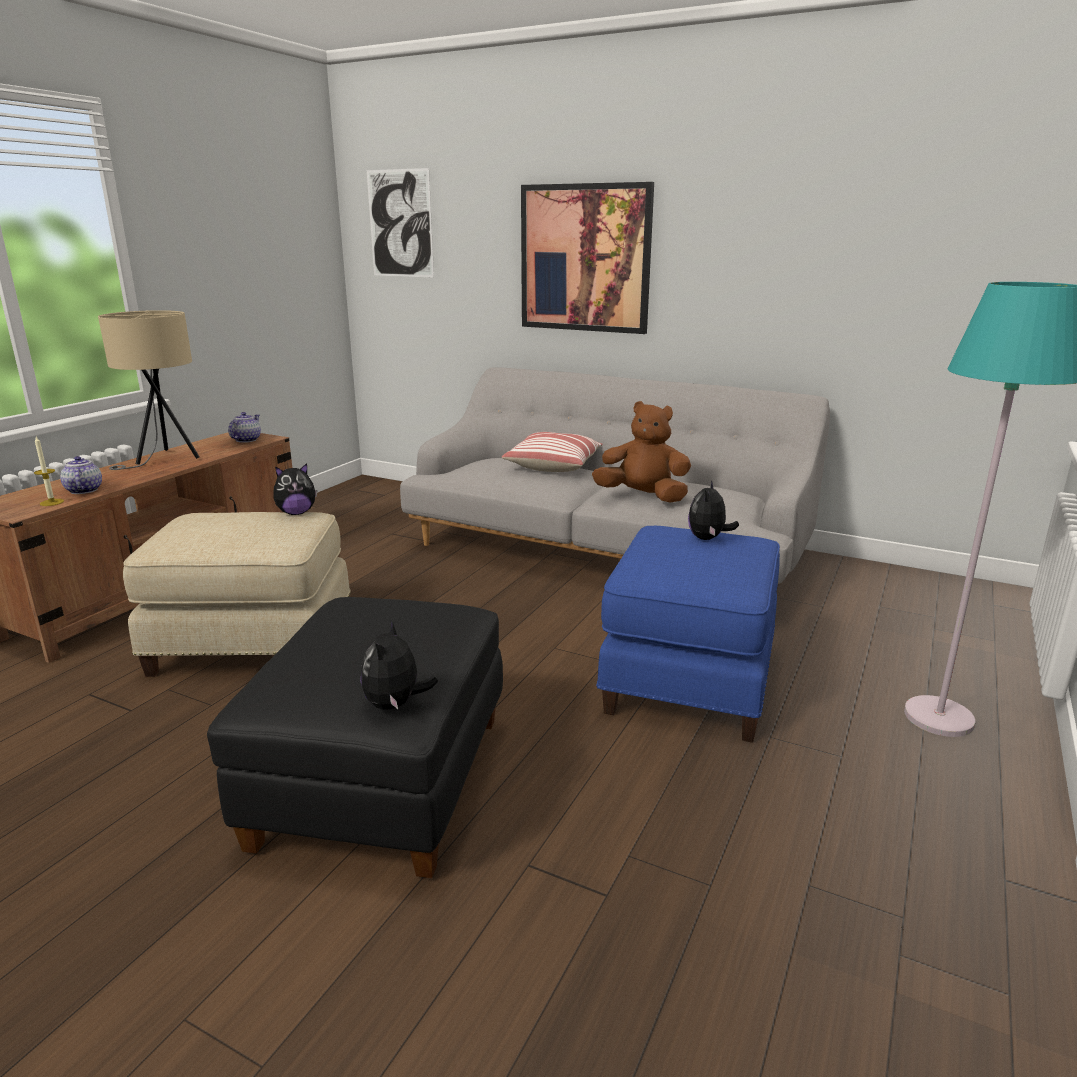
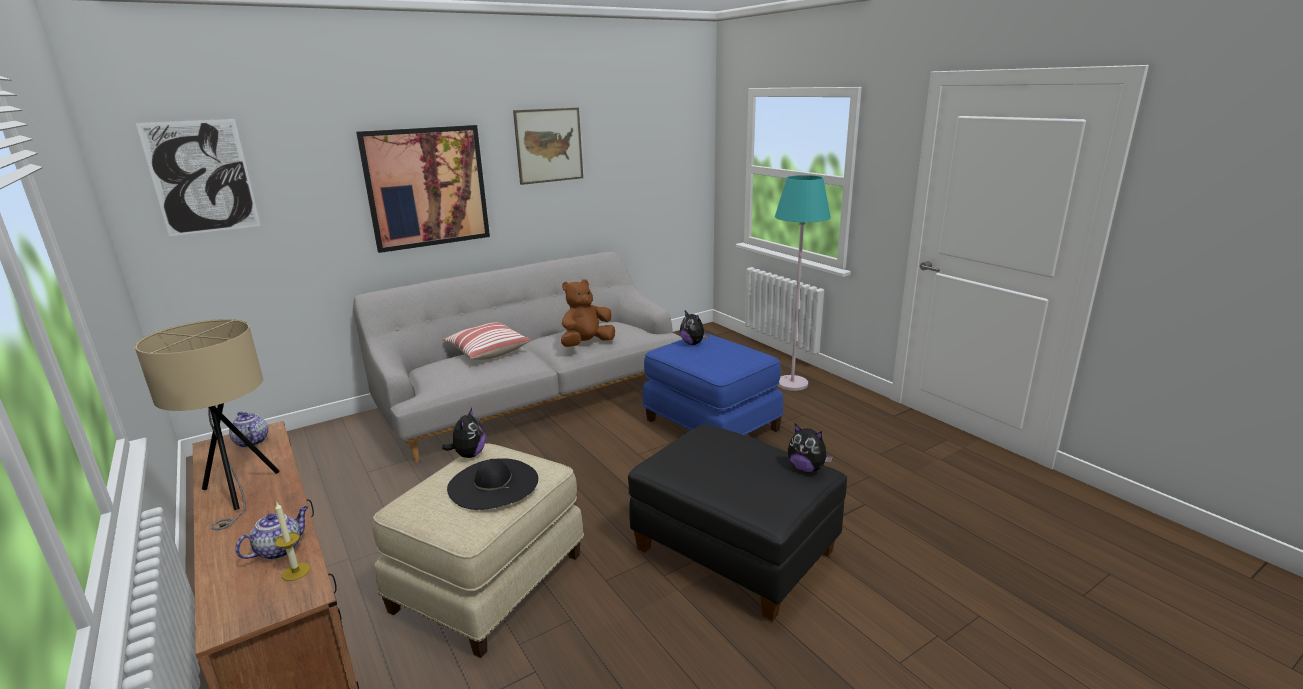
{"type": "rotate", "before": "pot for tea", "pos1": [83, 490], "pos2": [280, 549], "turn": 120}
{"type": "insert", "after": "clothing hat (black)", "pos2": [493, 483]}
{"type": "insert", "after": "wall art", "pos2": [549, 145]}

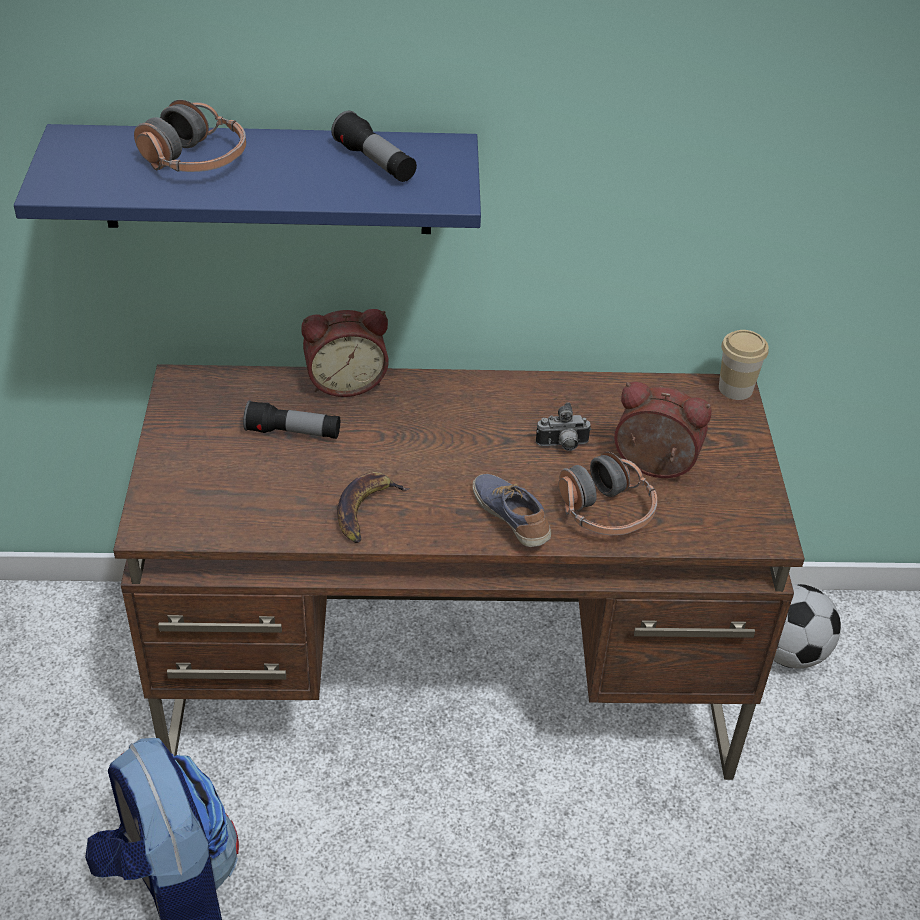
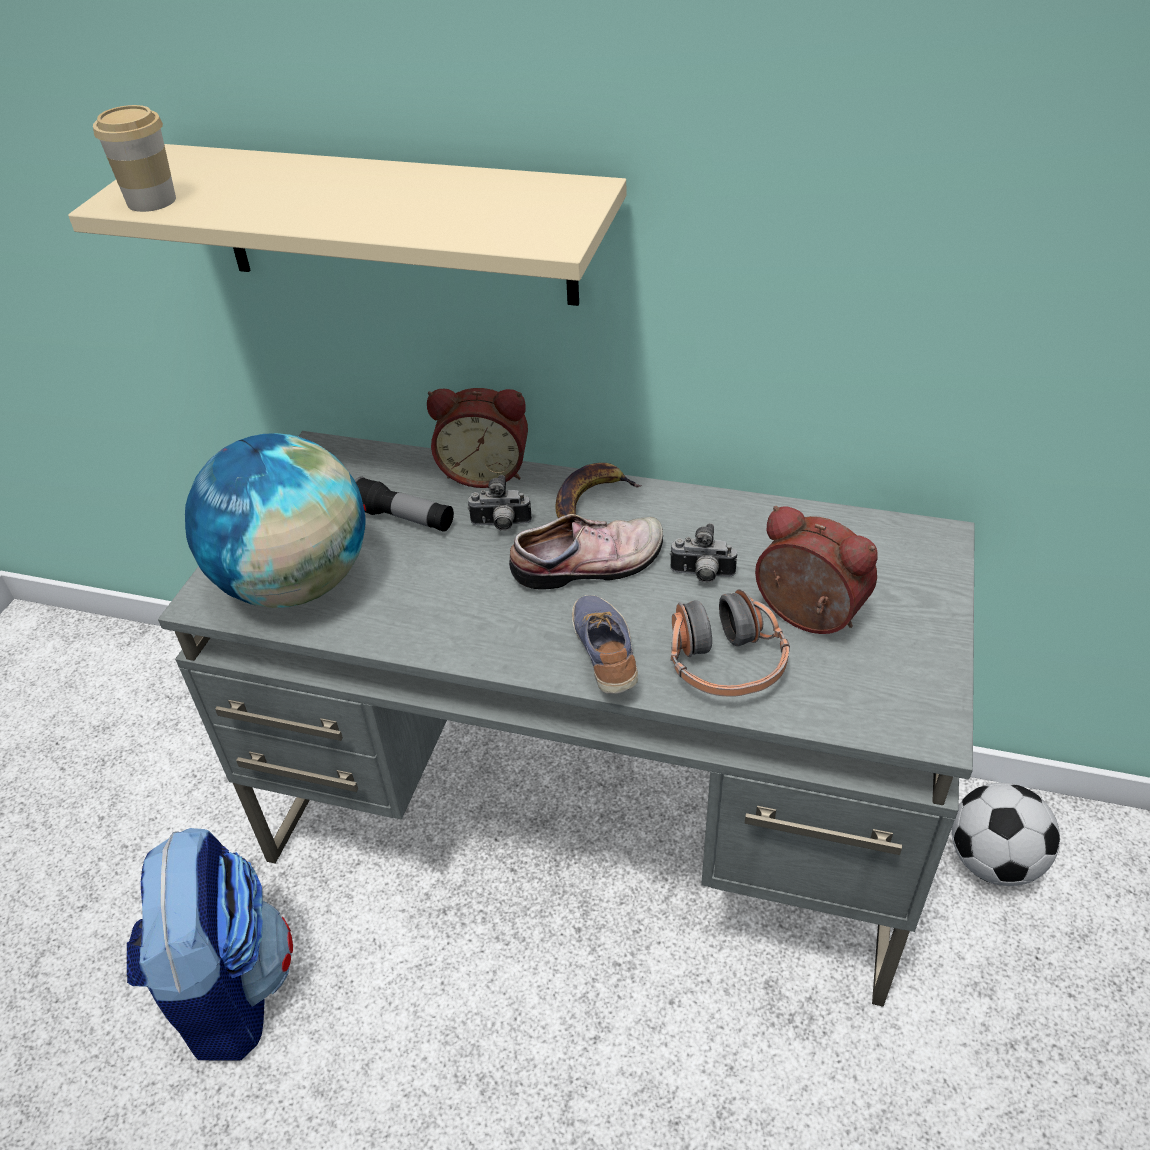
{"type": "recolor", "before": "bracket shelf (blue)", "after": "bracket shelf (beige)", "pos1": [267, 180], "pos2": [394, 225]}
{"type": "recolor", "before": "desk table (brown)", "after": "desk table (greyish)", "pos1": [452, 682], "pos2": [592, 819]}
{"type": "delete", "before": "pair of headphones", "pos1": [194, 161]}
{"type": "delete", "before": "torch", "pos1": [375, 162]}
{"type": "move", "before": "banana", "pos1": [366, 510], "pos2": [590, 500]}
{"type": "move", "before": "small cup", "pos1": [735, 388], "pos2": [151, 201]}
{"type": "insert", "after": "globe", "pos2": [295, 583]}
{"type": "insert", "after": "still camera", "pos2": [501, 525]}
{"type": "insert", "after": "item of footwear", "pos2": [590, 565]}

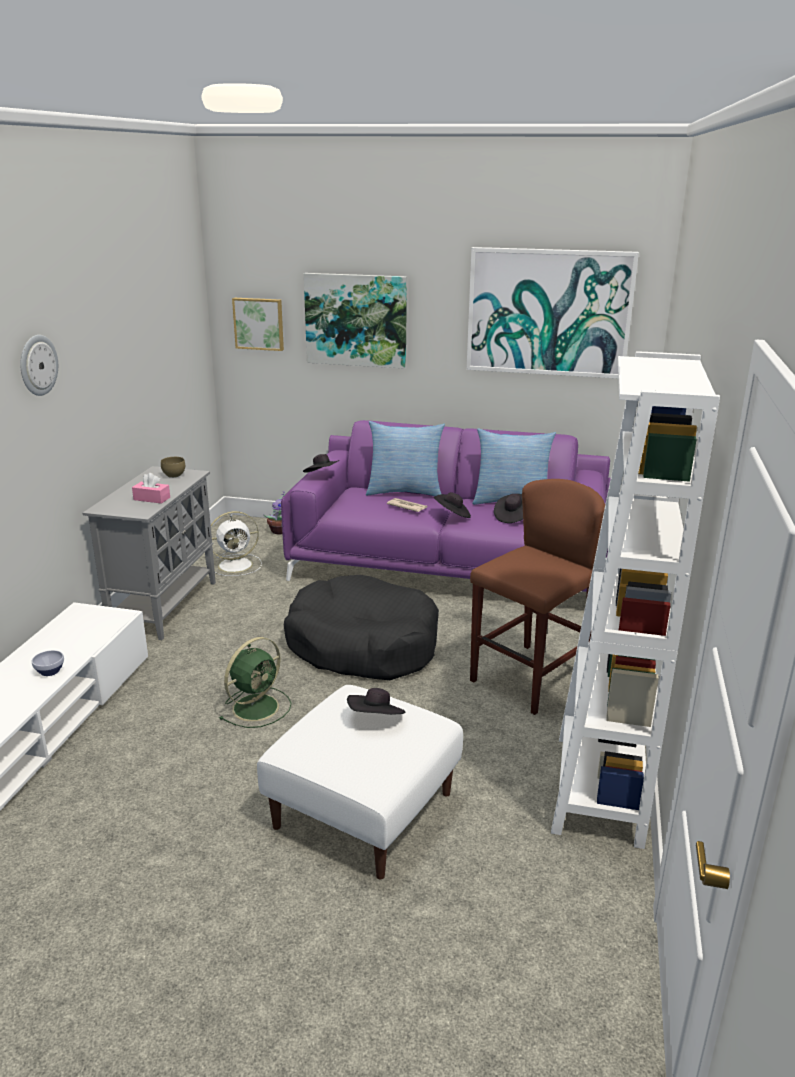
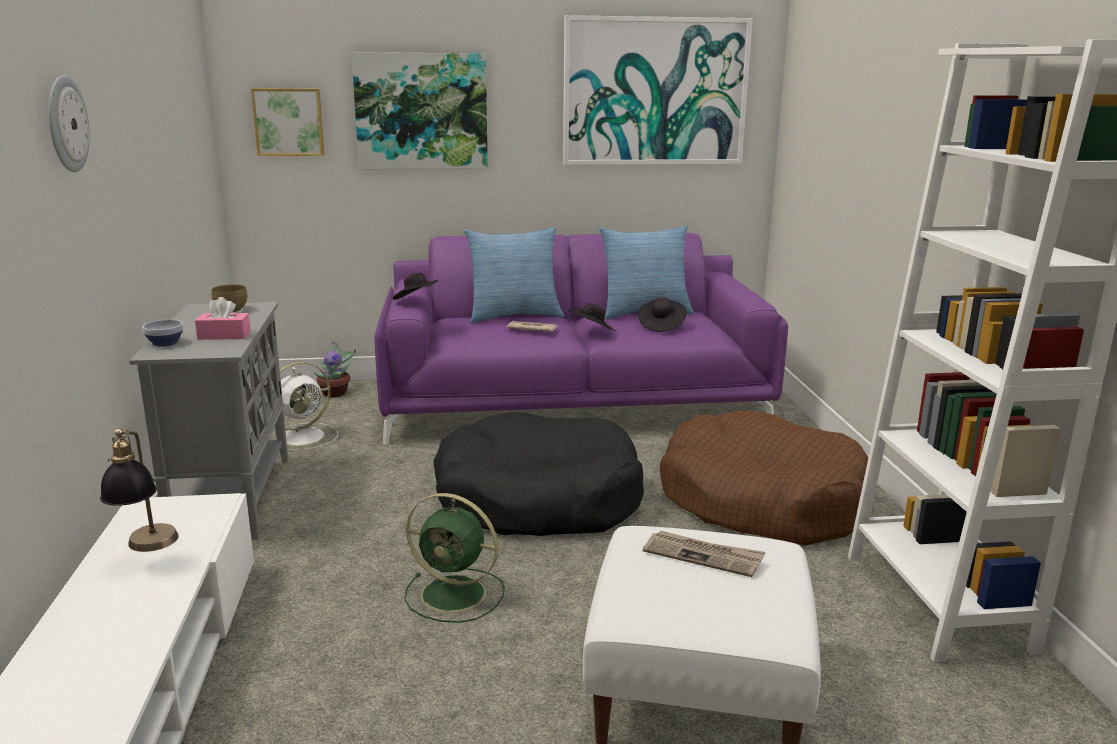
{"type": "move", "before": "serving bowl", "pos1": [51, 671], "pos2": [166, 343]}
{"type": "rotate", "before": "fan (greenish)", "pos1": [257, 706], "pos2": [456, 595], "turn": 90}
{"type": "replace", "before": "clothing hat (black)", "after": "newspaper", "pos1": [376, 719], "pos2": [703, 556]}
{"type": "replace", "before": "stool seat (brown)", "after": "dog cushion (brown)", "pos1": [530, 678], "pos2": [761, 501]}
{"type": "insert", "after": "table lamp", "pos2": [146, 550]}

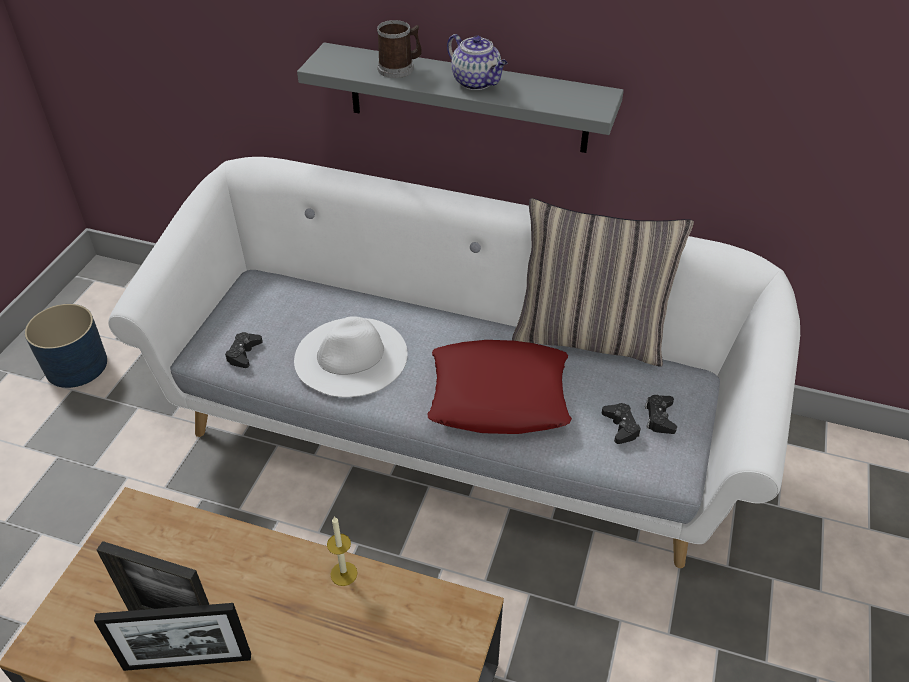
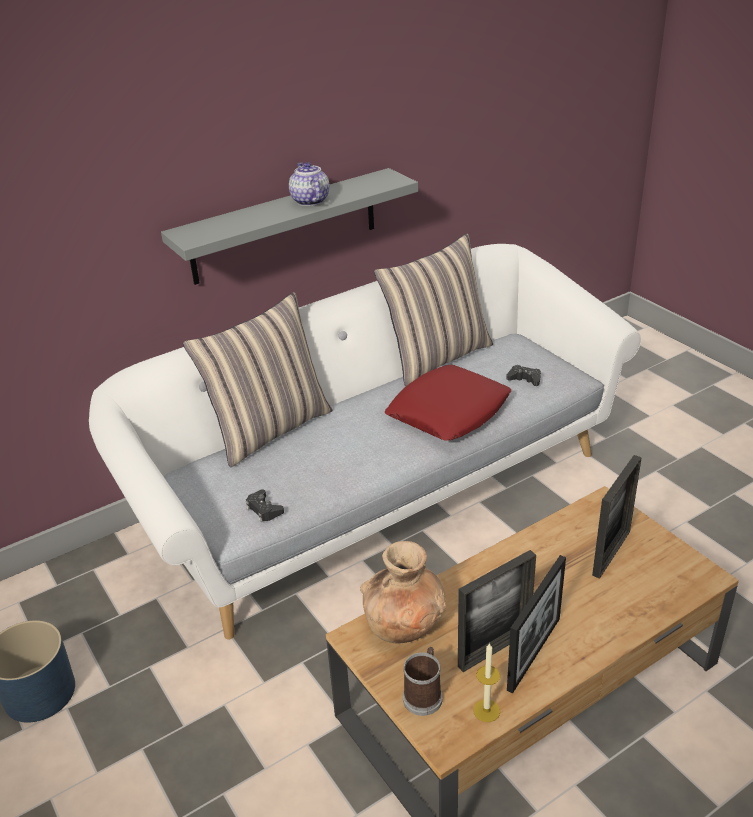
{"type": "delete", "before": "clothing hat (white-coloured)", "pos1": [351, 356]}
{"type": "move", "before": "wax candle", "pos1": [344, 573], "pos2": [486, 710]}
{"type": "move", "before": "coffee mug", "pos1": [400, 68], "pos2": [424, 694]}
{"type": "rotate", "before": "pot for tea", "pos1": [477, 82], "pos2": [309, 200], "turn": -105}
{"type": "delete", "before": "game controller (black)", "pos1": [659, 417]}
{"type": "insert", "after": "pillow", "pos2": [270, 429]}
{"type": "insert", "after": "vase (brown)", "pos2": [405, 625]}
{"type": "insert", "after": "standing frame", "pos2": [611, 553]}

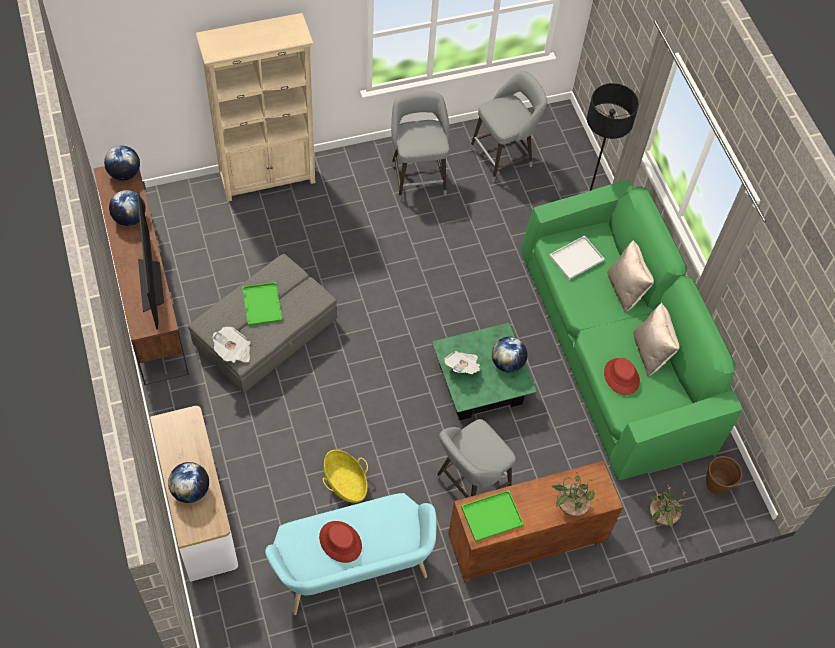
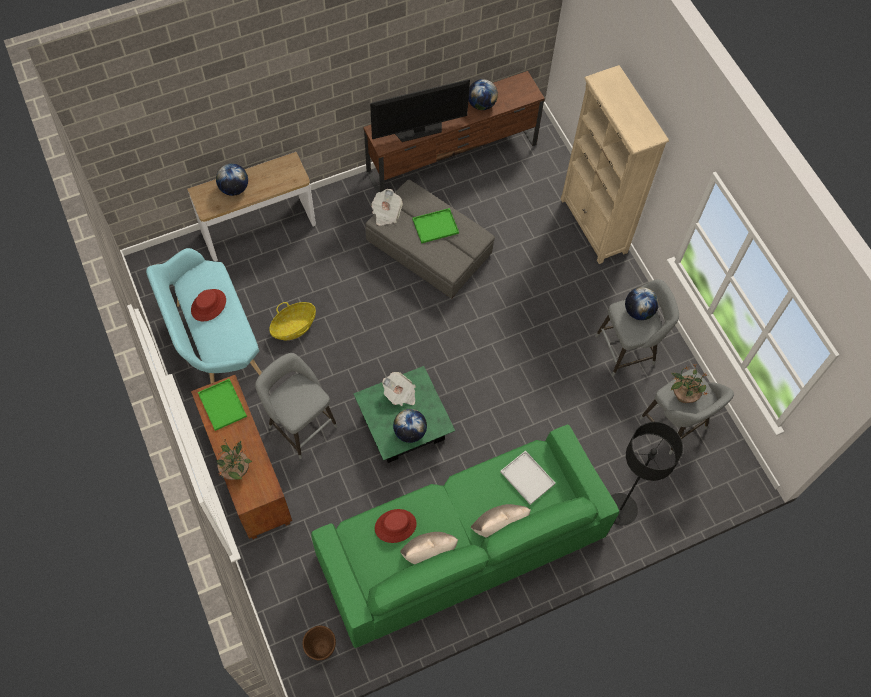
{"type": "move", "before": "globe", "pos1": [124, 173], "pos2": [638, 311]}
{"type": "move", "before": "potted plant", "pos1": [661, 517], "pos2": [683, 394]}

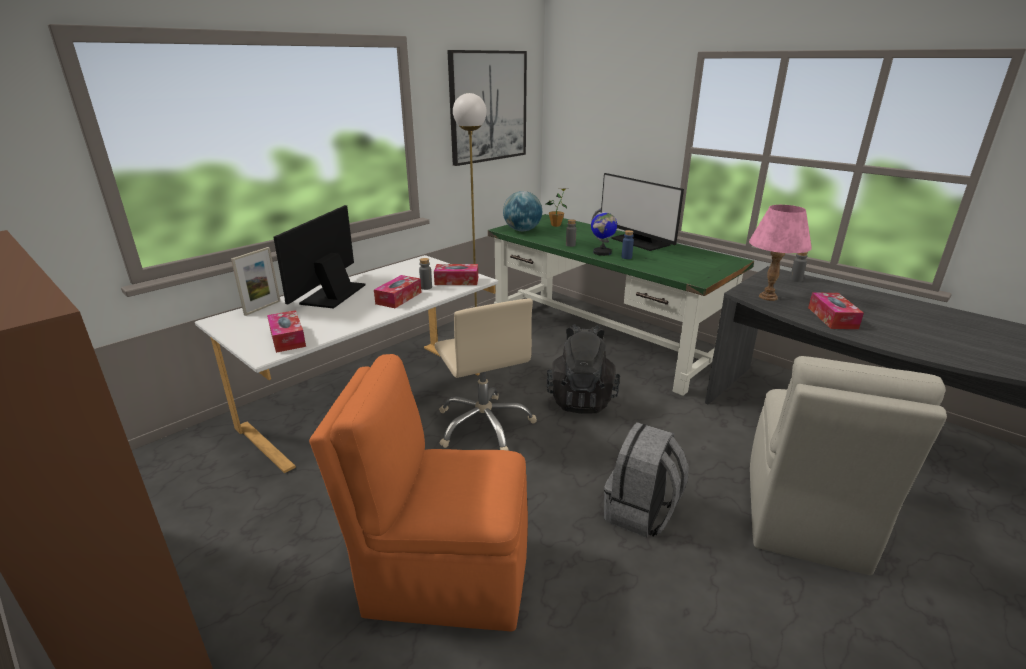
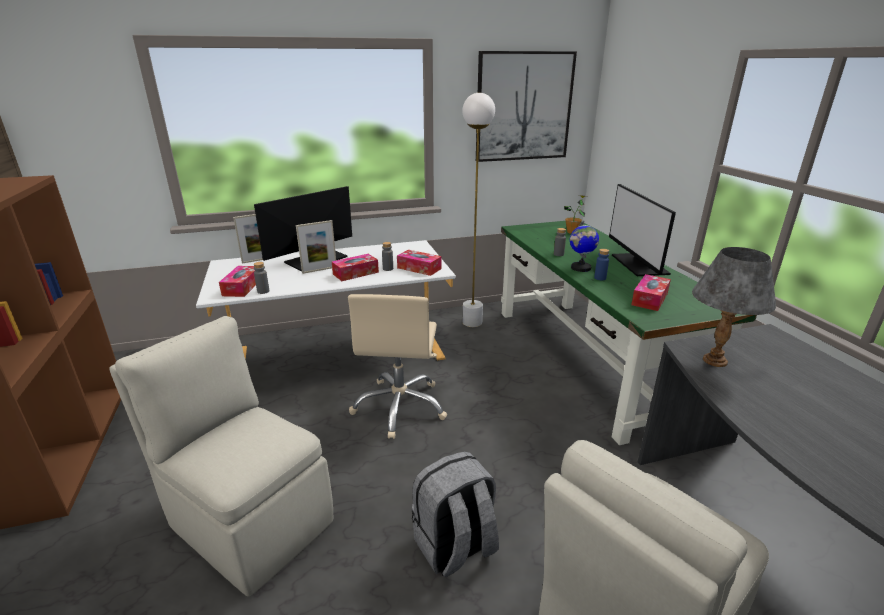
{"type": "recolor", "before": "plain chair (orange-coloured)", "after": "plain chair (beige)", "pos1": [444, 574], "pos2": [250, 521]}
{"type": "delete", "before": "globe", "pos1": [522, 230]}
{"type": "delete", "before": "rucksack (black)", "pos1": [581, 399]}
{"type": "recolor", "before": "table lamp (pinkish)", "after": "table lamp (greyish)", "pos1": [767, 297], "pos2": [714, 360]}
{"type": "move", "before": "drink bottle (greyish)", "pos1": [796, 279], "pos2": [263, 291]}
{"type": "move", "before": "tissue holder", "pos1": [832, 318], "pos2": [649, 299]}
{"type": "insert", "after": "standing frame", "pos2": [319, 270]}

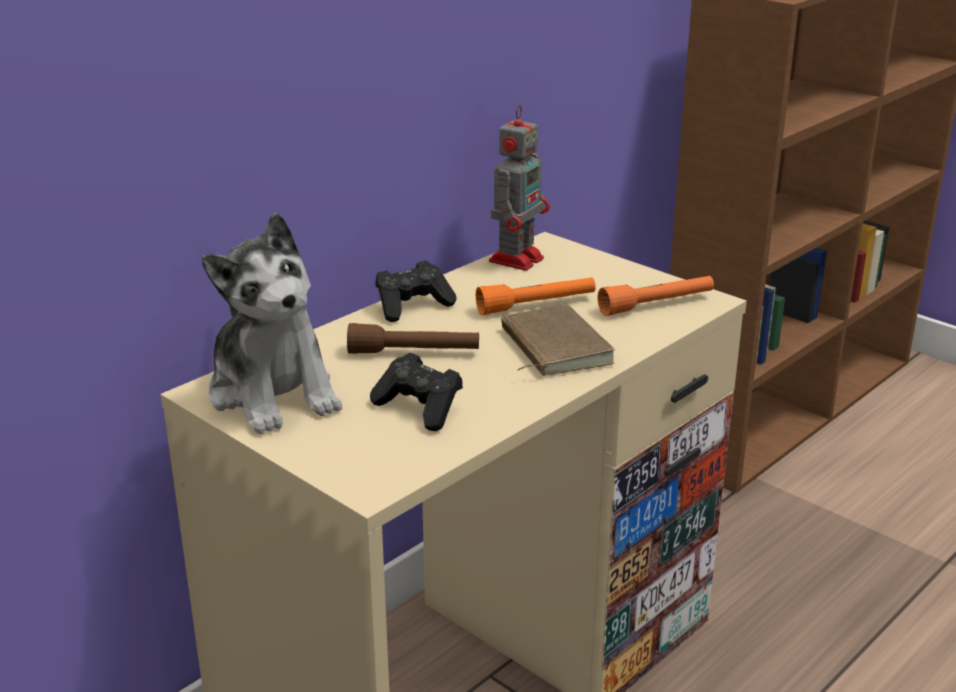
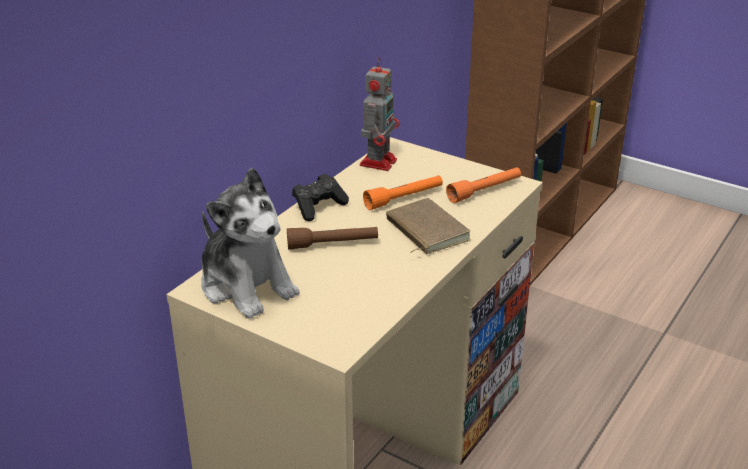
{"type": "delete", "before": "game controller (black)", "pos1": [420, 408]}

